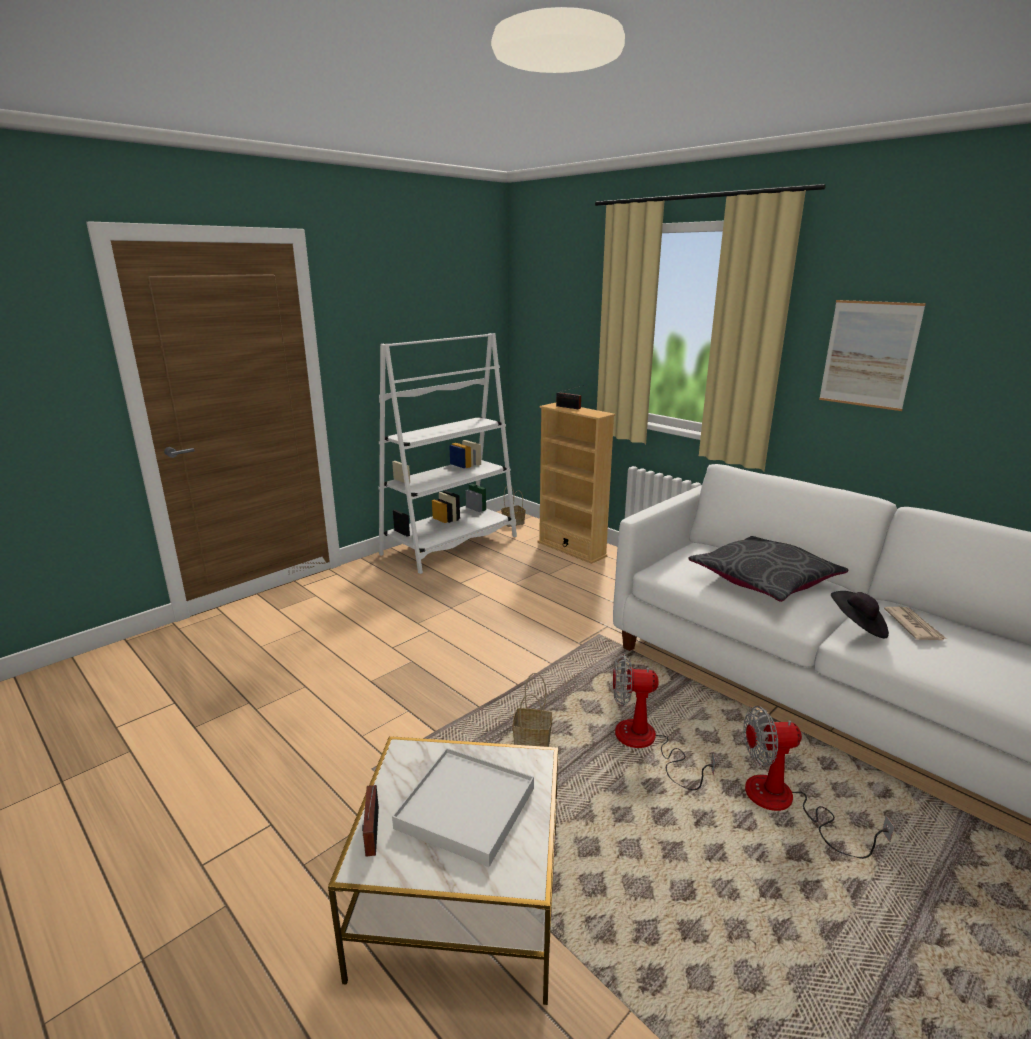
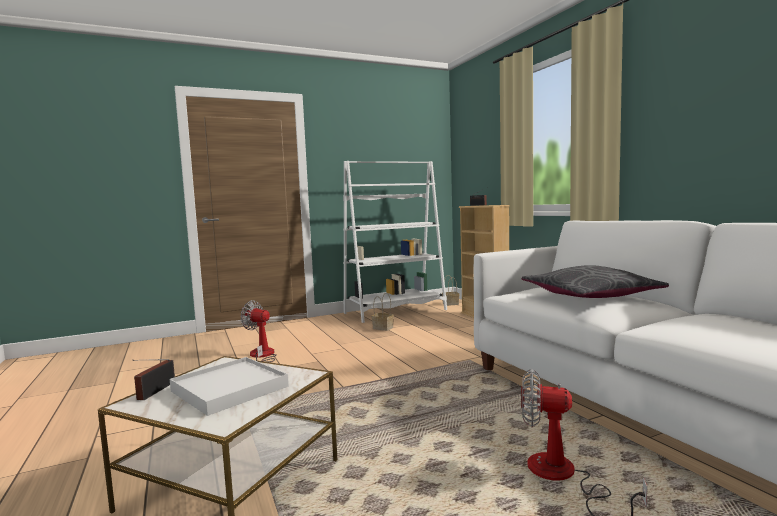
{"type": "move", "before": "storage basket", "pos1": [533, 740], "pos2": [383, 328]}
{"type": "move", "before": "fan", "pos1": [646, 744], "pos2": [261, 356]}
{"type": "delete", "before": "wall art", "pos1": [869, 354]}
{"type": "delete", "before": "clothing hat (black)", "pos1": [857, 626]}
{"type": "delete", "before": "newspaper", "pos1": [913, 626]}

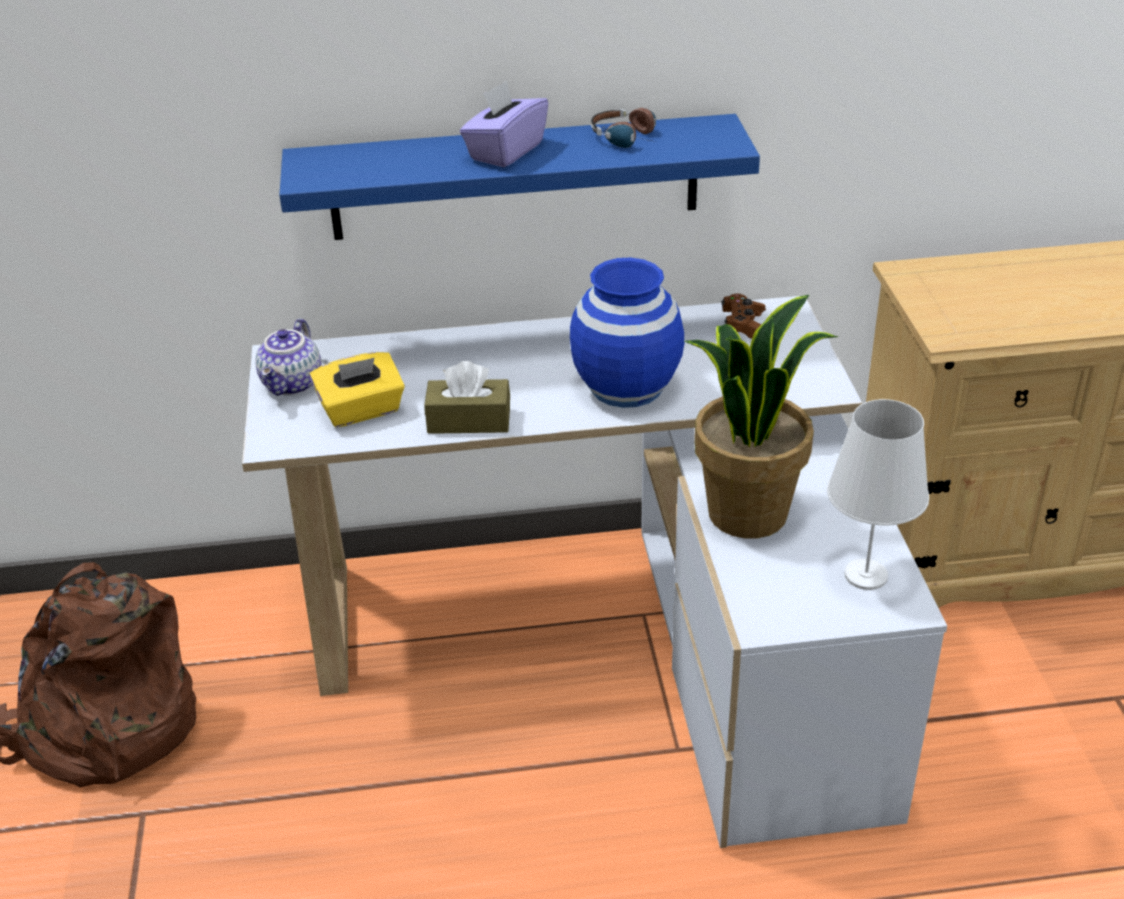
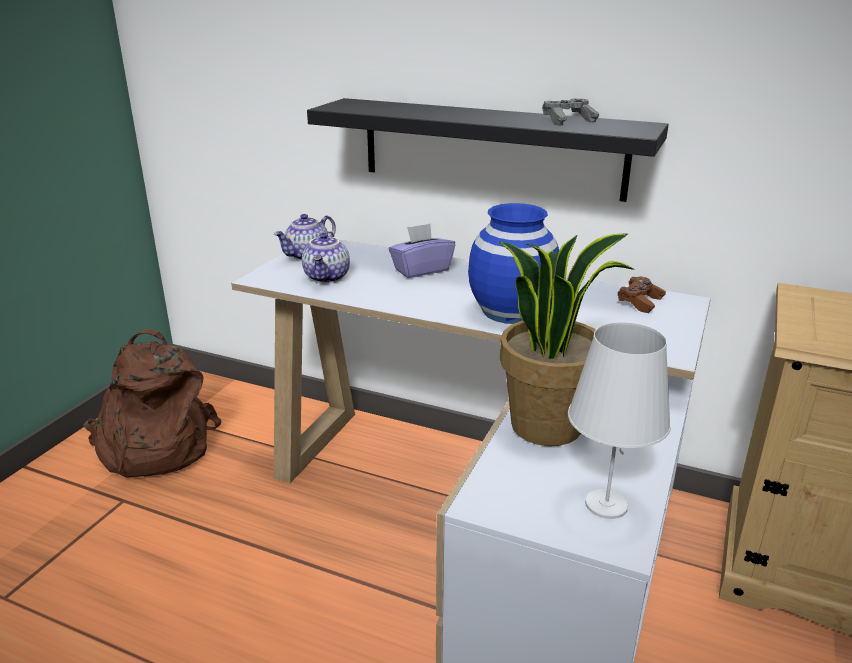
{"type": "recolor", "before": "bracket shelf (blue)", "after": "bracket shelf (black)", "pos1": [514, 177], "pos2": [491, 148]}
{"type": "replace", "before": "tissue holder (yellow)", "after": "pot for tea", "pos1": [361, 411], "pos2": [328, 277]}
{"type": "delete", "before": "tissue holder (brown)", "pos1": [469, 420]}
{"type": "move", "before": "tissue holder (purple-coloured)", "pos1": [505, 151], "pos2": [421, 270]}
{"type": "replace", "before": "pair of headphones", "after": "game controller (greyish)", "pos1": [631, 138], "pos2": [568, 121]}

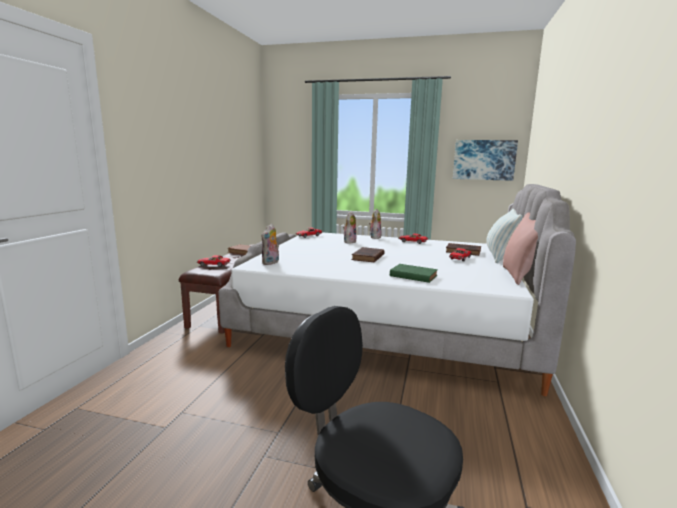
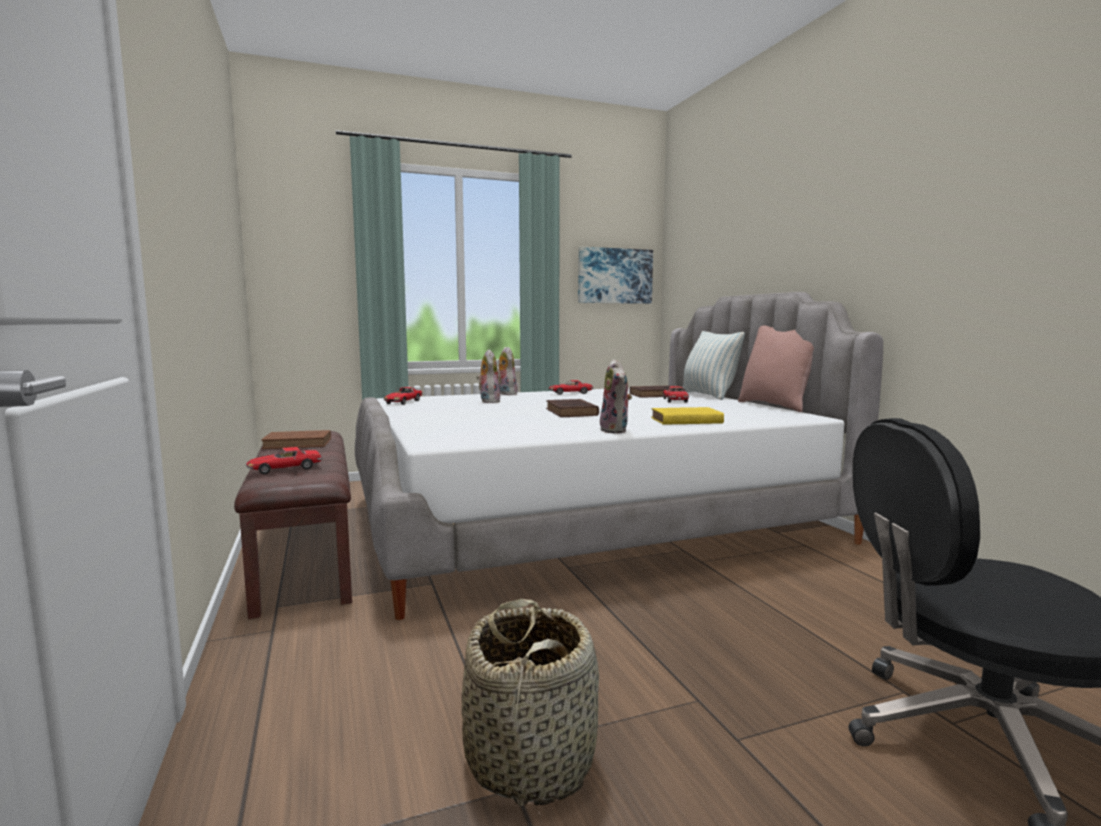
{"type": "move", "before": "soft toy", "pos1": [271, 263], "pos2": [616, 430]}
{"type": "recolor", "before": "book (greenish)", "after": "book (yellow)", "pos1": [412, 276], "pos2": [684, 421]}
{"type": "insert", "after": "storage basket", "pos2": [531, 759]}

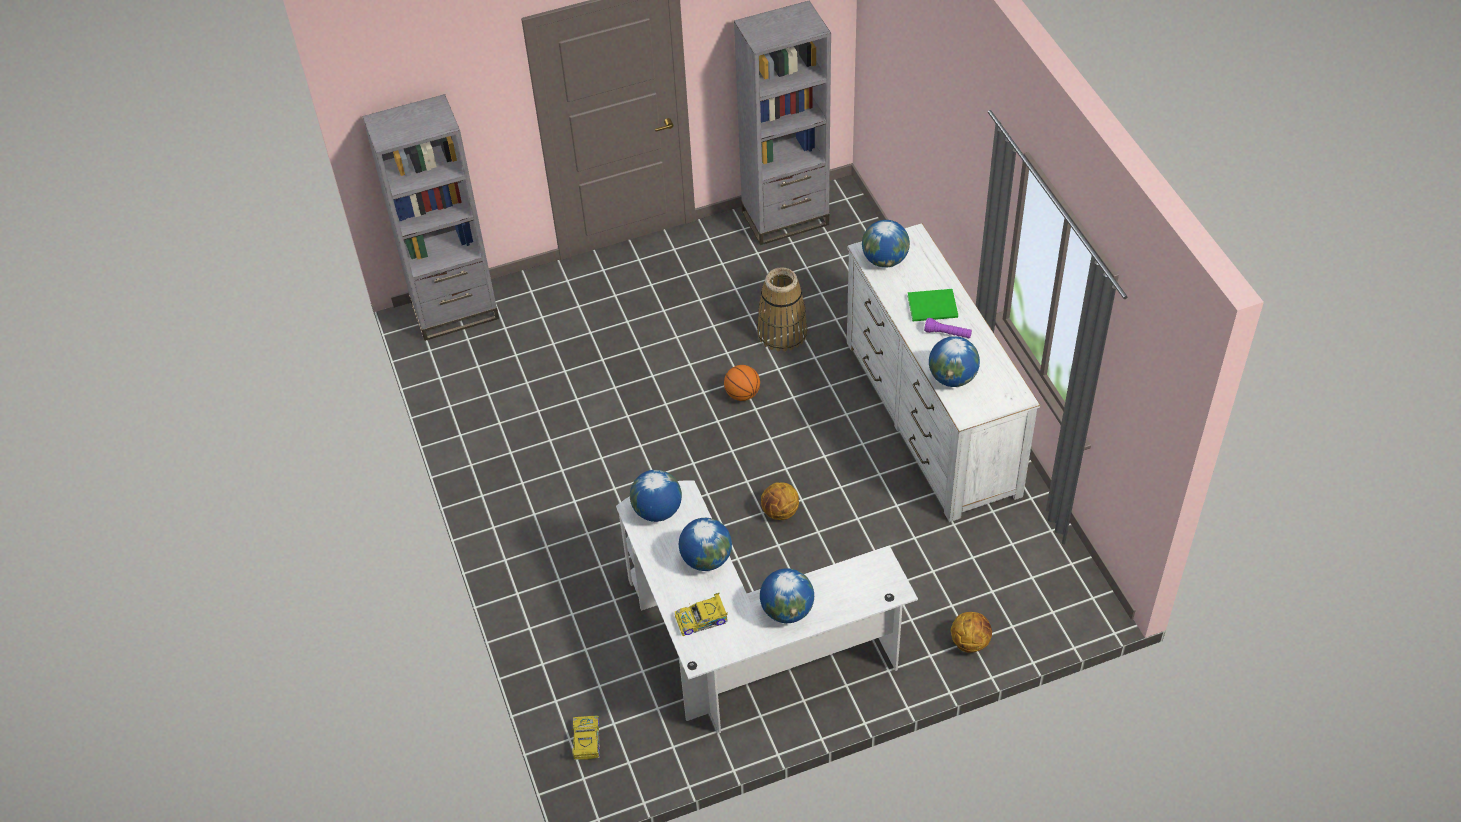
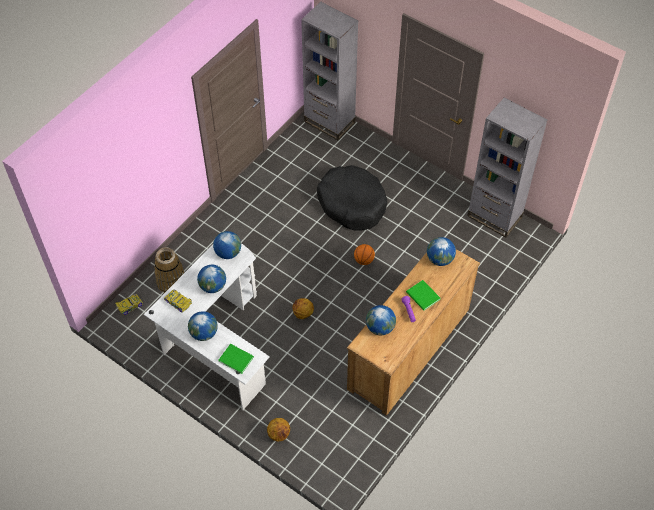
{"type": "move", "before": "storage basket", "pos1": [782, 333], "pos2": [171, 281]}
{"type": "recolor", "before": "chest of drawers (white-coloured)", "after": "chest of drawers (brown)", "pos1": [931, 417], "pos2": [409, 348]}
{"type": "insert", "after": "book (greenish)", "pos2": [235, 358]}
{"type": "insert", "after": "dog cushion (black)", "pos2": [352, 203]}

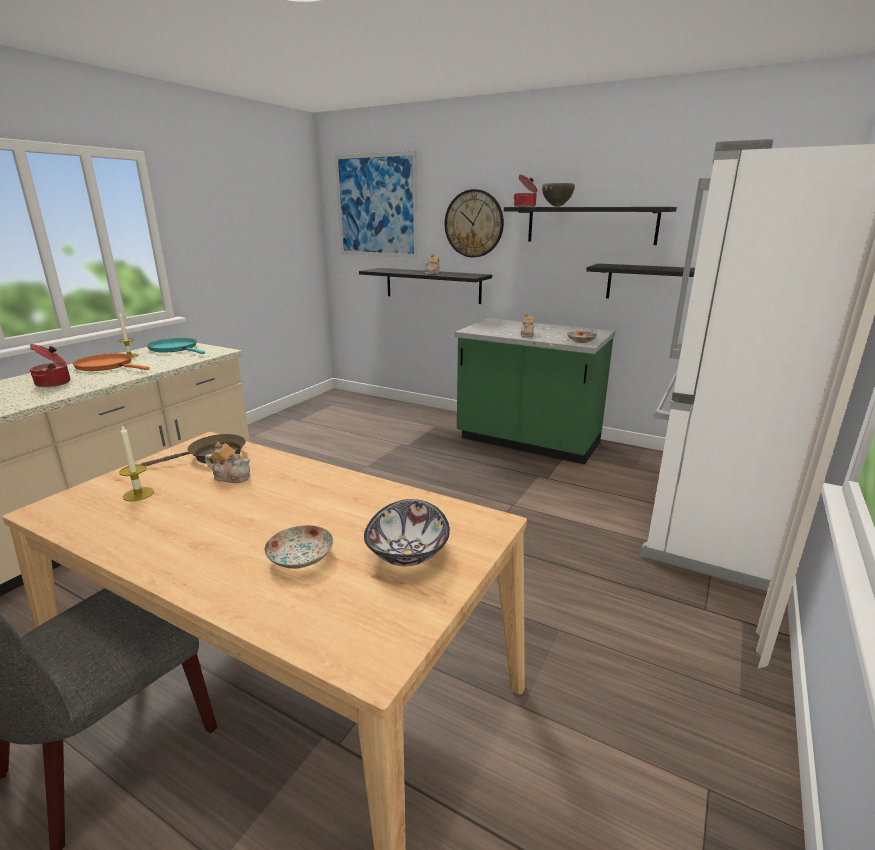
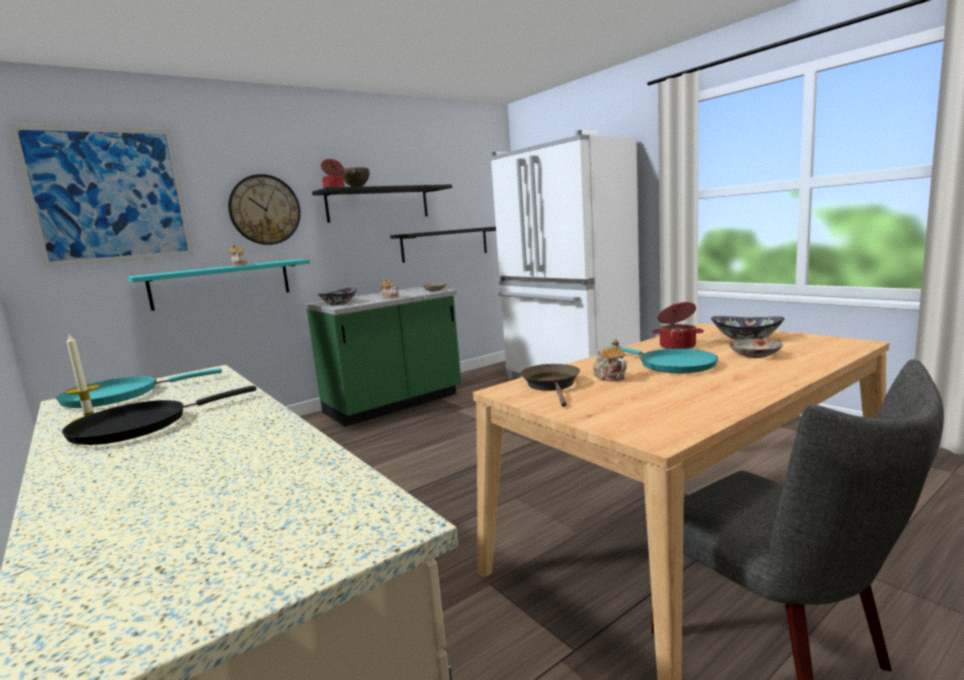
{"type": "move", "before": "cooking pot", "pos1": [54, 383], "pos2": [677, 346]}
{"type": "recolor", "before": "pan (orange-coloured)", "after": "pan (black)", "pos1": [107, 366], "pos2": [138, 426]}
{"type": "delete", "before": "wax candle", "pos1": [138, 494]}
{"type": "rotate", "before": "pot for tea", "pos1": [231, 477], "pos2": [609, 377], "turn": -60}
{"type": "recolor", "before": "bracket shelf (black)", "after": "bracket shelf (blue-green)", "pos1": [432, 285], "pos2": [221, 284]}
{"type": "insert", "after": "serving bowl", "pos2": [338, 304]}
{"type": "insert", "after": "pan (blue-green)", "pos2": [672, 365]}

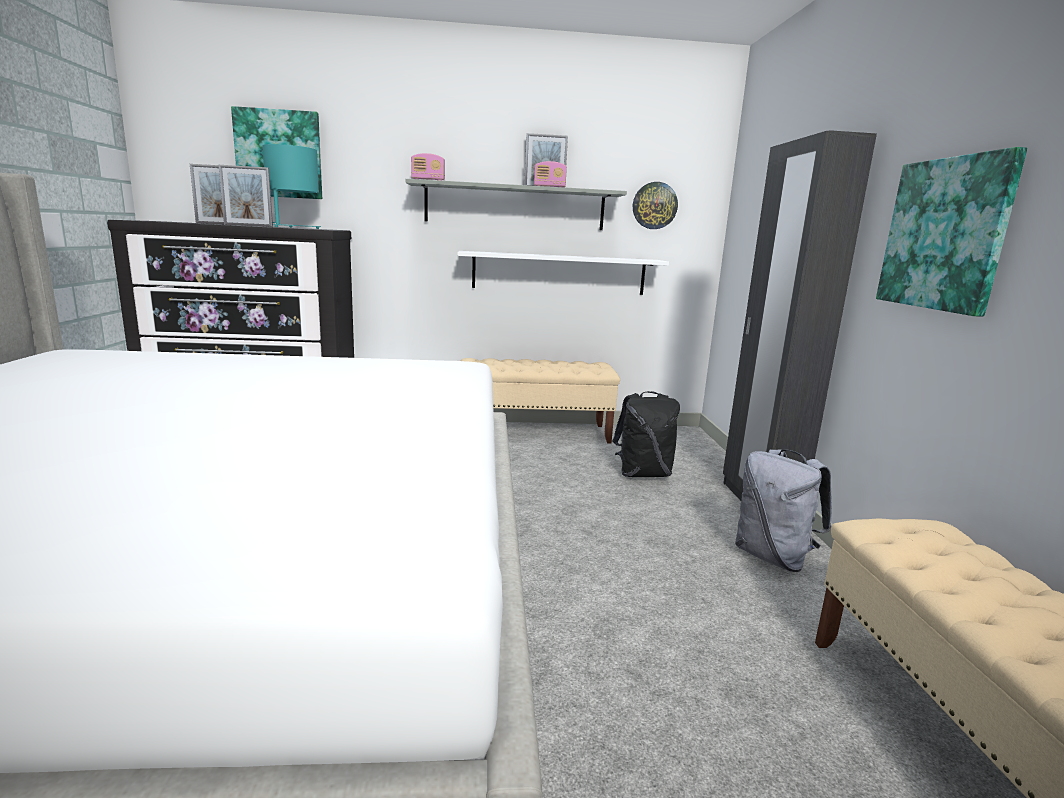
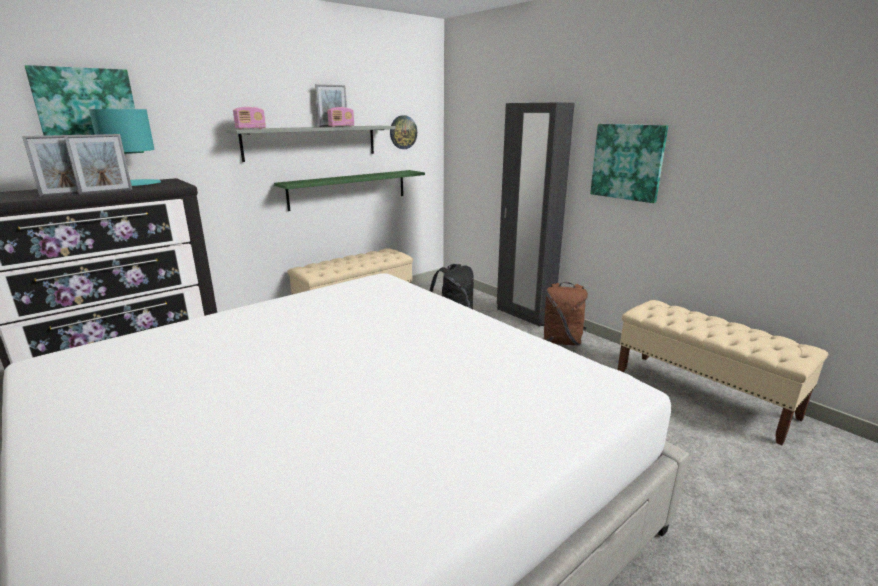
{"type": "recolor", "before": "bracket shelf (white-coloured)", "after": "bracket shelf (greenish)", "pos1": [559, 273], "pos2": [349, 189]}
{"type": "recolor", "before": "rucksack (greyish)", "after": "rucksack (brown)", "pos1": [773, 557], "pos2": [562, 341]}

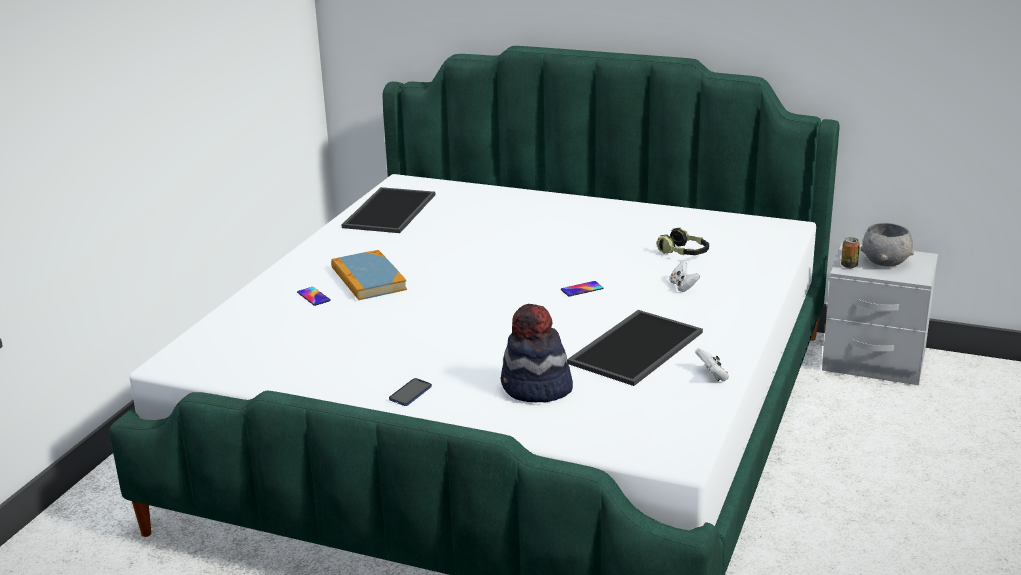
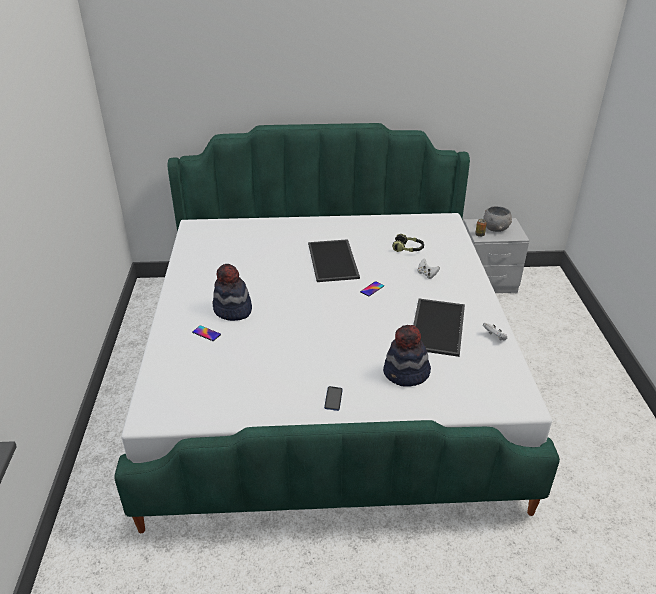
{"type": "replace", "before": "book", "after": "clothing hat", "pos1": [368, 279], "pos2": [232, 310]}
{"type": "move", "before": "carrying tray", "pos1": [391, 211], "pos2": [334, 261]}

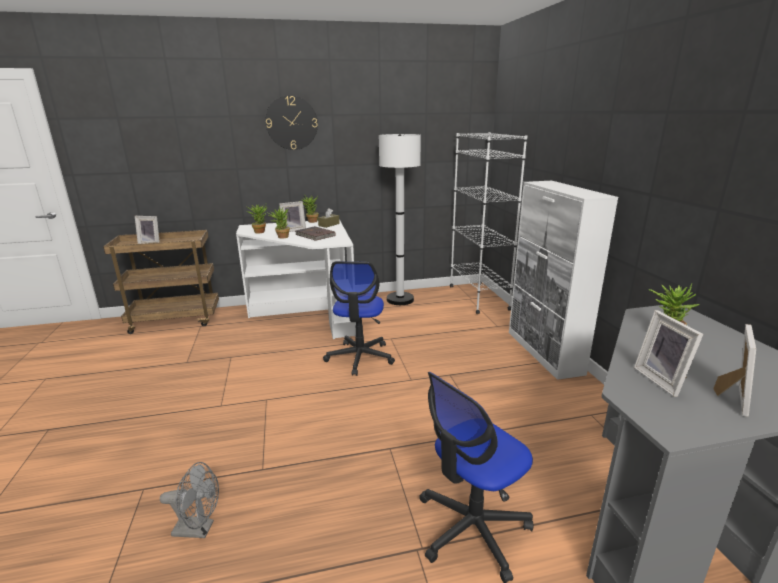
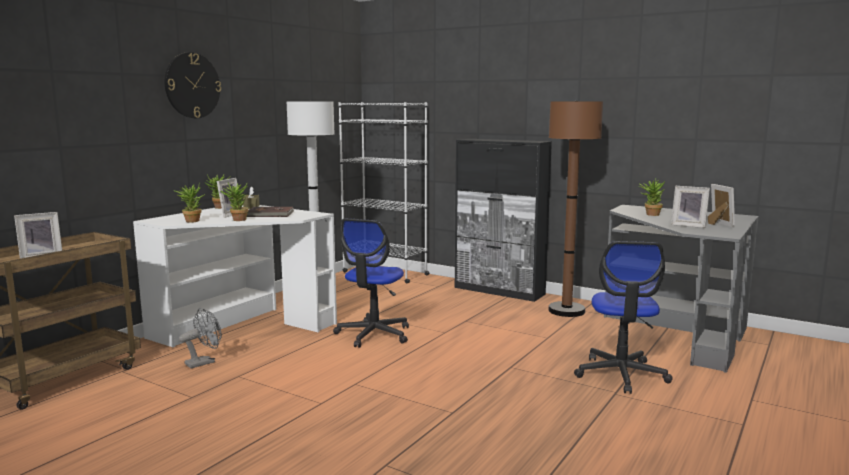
{"type": "move", "before": "fan (greyish)", "pos1": [199, 529], "pos2": [204, 362]}
{"type": "rotate", "before": "desk chair", "pos1": [360, 357], "pos2": [373, 334], "turn": 60}
{"type": "recolor", "before": "cupboard (white-coloured)", "after": "cupboard (black)", "pos1": [544, 352], "pos2": [499, 291]}
{"type": "insert", "after": "standard lamp (brown)", "pos2": [566, 311]}

